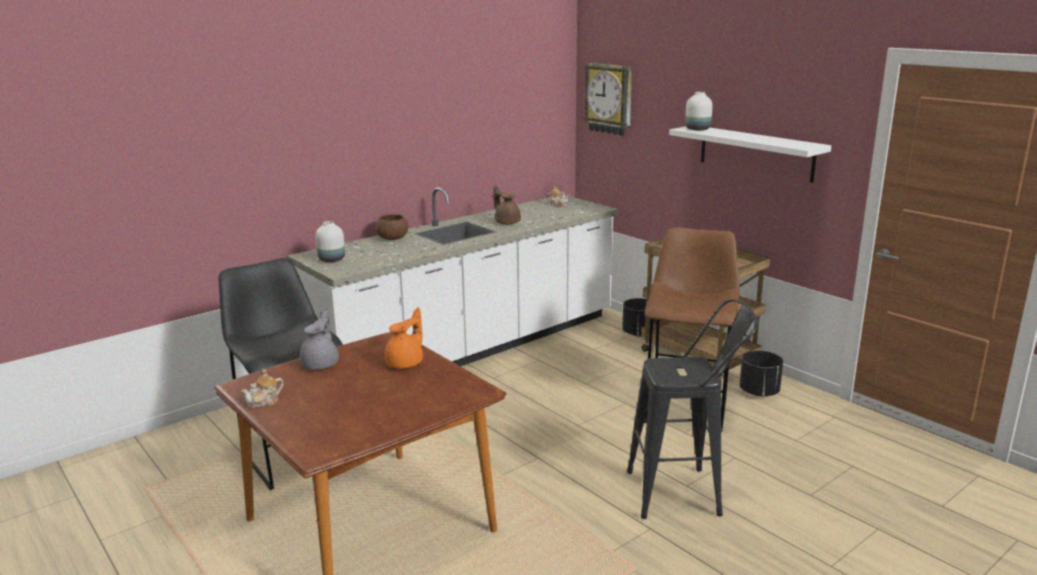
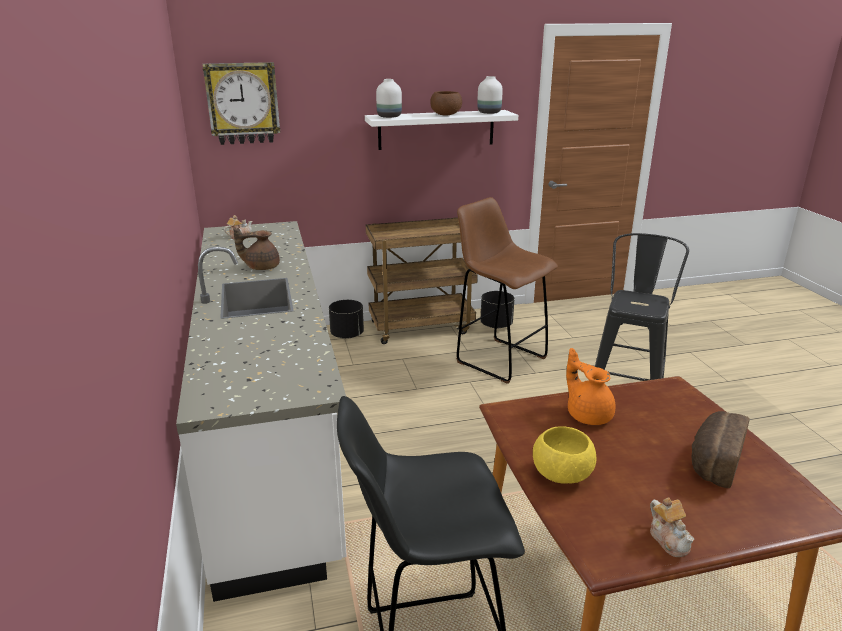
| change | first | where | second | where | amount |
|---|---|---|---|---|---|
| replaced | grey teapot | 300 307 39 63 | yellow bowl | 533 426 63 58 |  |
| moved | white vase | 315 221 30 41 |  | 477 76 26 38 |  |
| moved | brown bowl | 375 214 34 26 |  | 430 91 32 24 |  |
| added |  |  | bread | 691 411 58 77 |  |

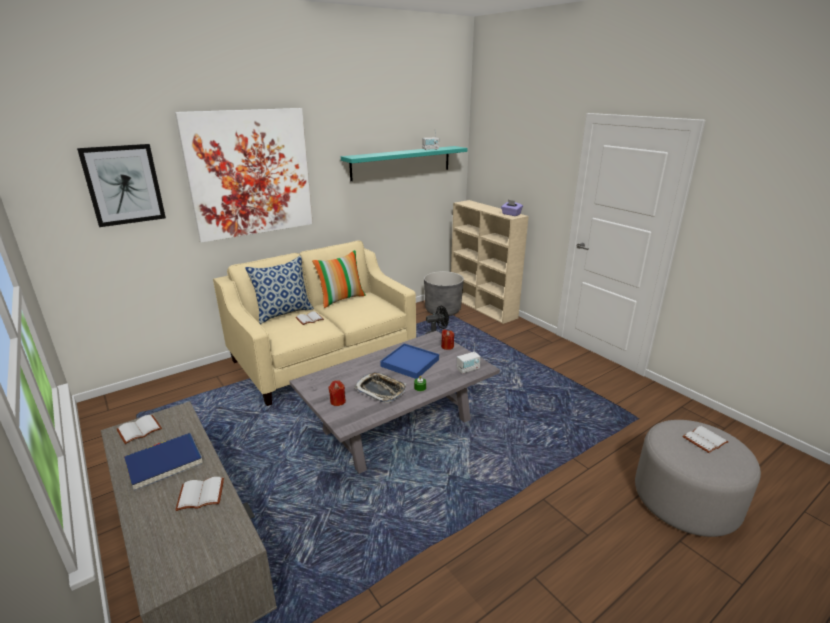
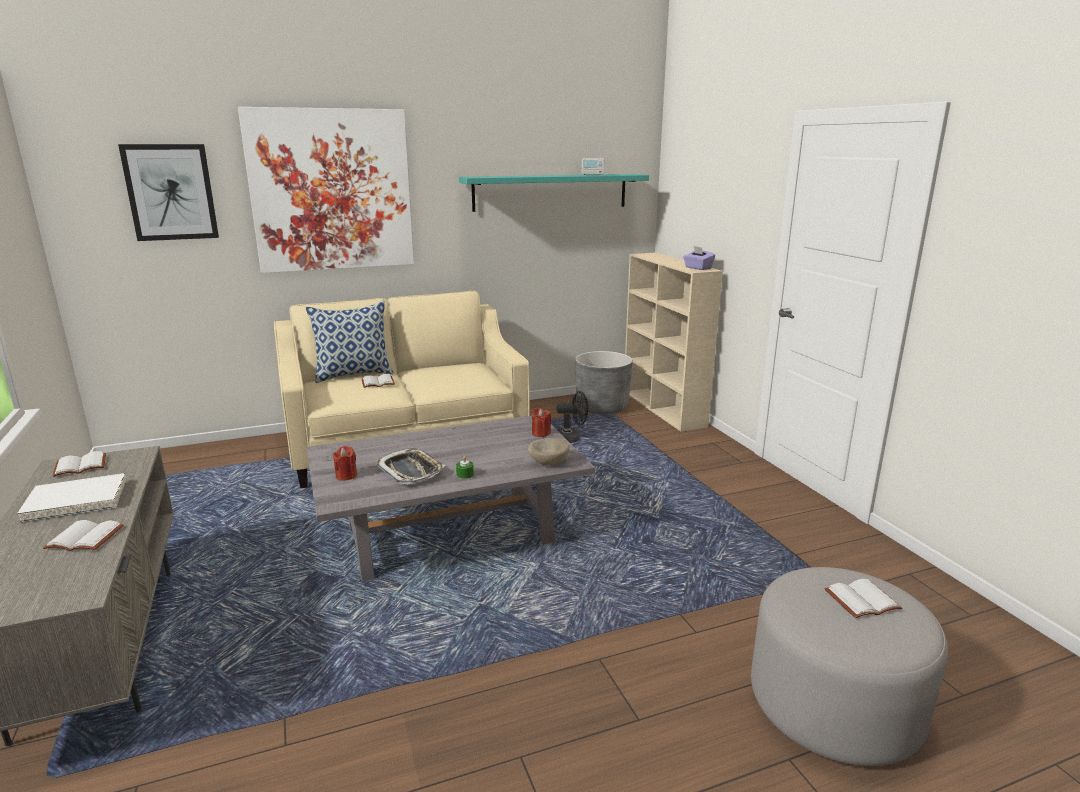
| change | first | where | second | where | amount |
|---|---|---|---|---|---|
| recoloured | blue book | 124 433 79 58 | white book | 17 473 109 50 |  |
| removed | pillow | 312 250 54 58 |  |  |  |
| removed | blue tray | 380 343 59 36 |  |  |  |
| replaced | radio | 456 344 25 30 | beige bowl | 528 438 41 27 |  |

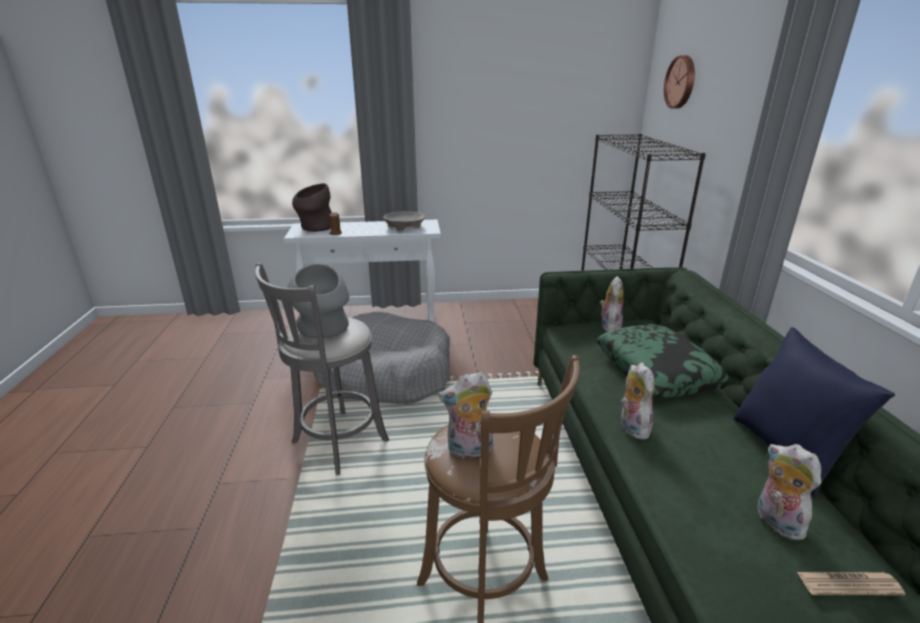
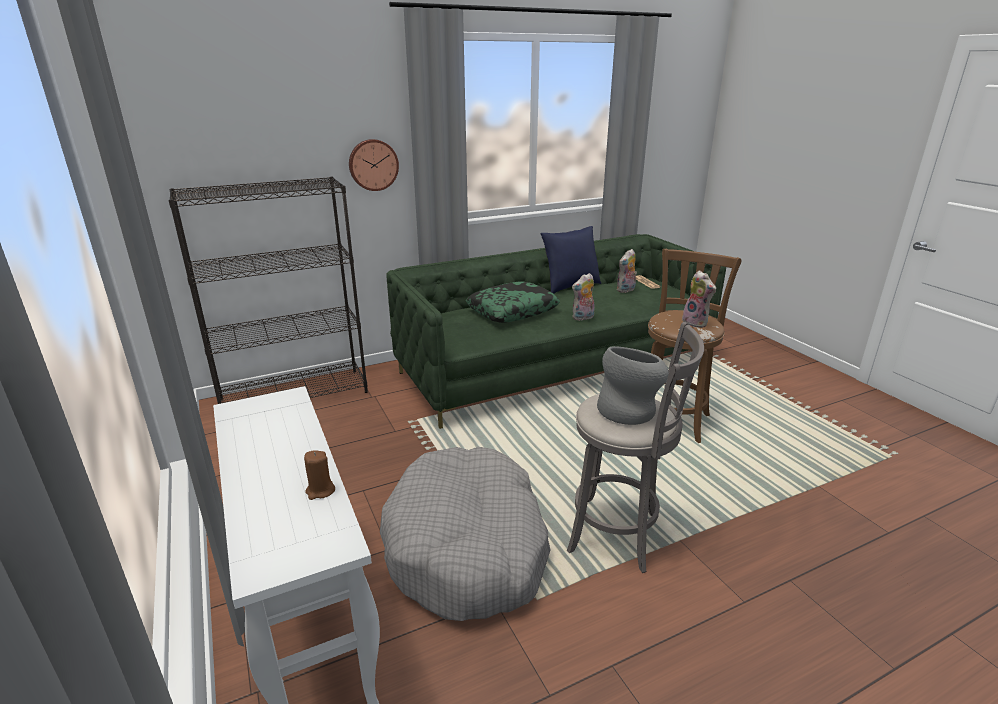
| change | first | where | second | where | amount |
|---|---|---|---|---|---|
| removed | brown vase | 292 183 40 49 |  |  |  |
| removed | beige bowl | 383 211 42 20 |  |  |  |
| removed | plush toy | 600 276 24 56 |  |  |  |
| moved | wall clock | 664 55 31 54 |  | 349 139 50 52 |  |

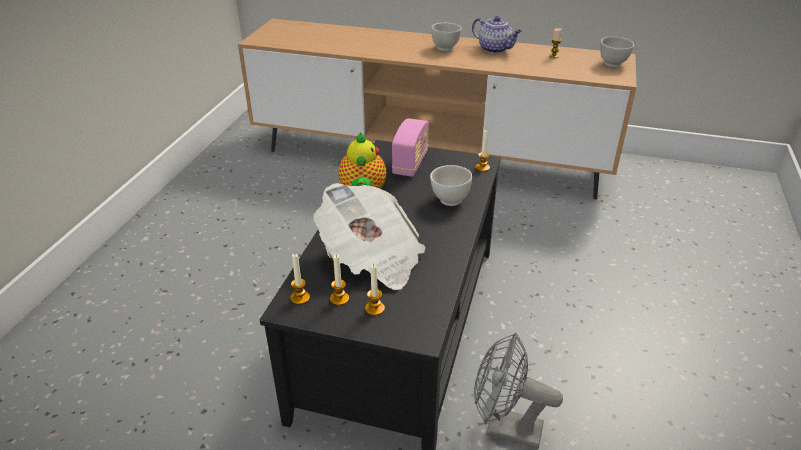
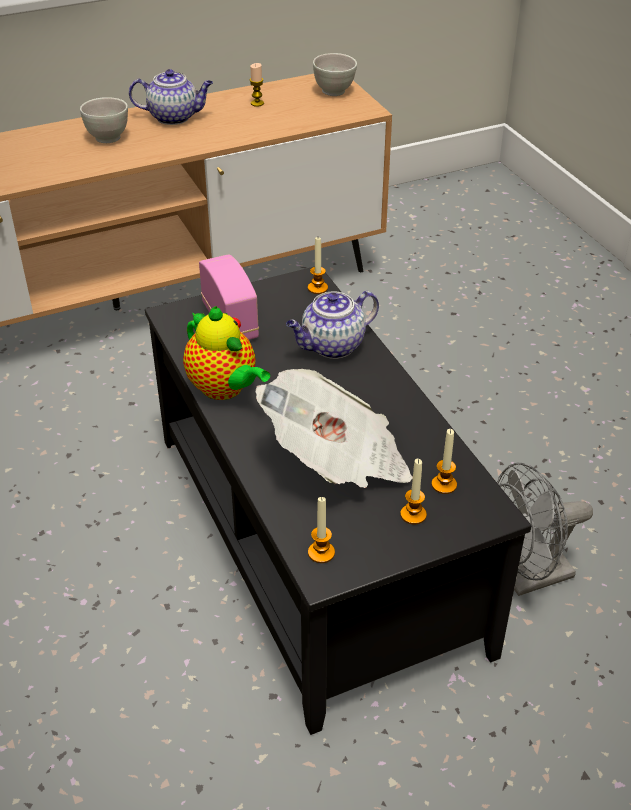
| change | first | where | second | where | amount |
|---|---|---|---|---|---|
| moved | candle | 330 254 19 52 |  | 432 429 25 65 |  |
| replaced | white bowl | 430 165 42 41 | teapot | 286 291 93 68 |  |

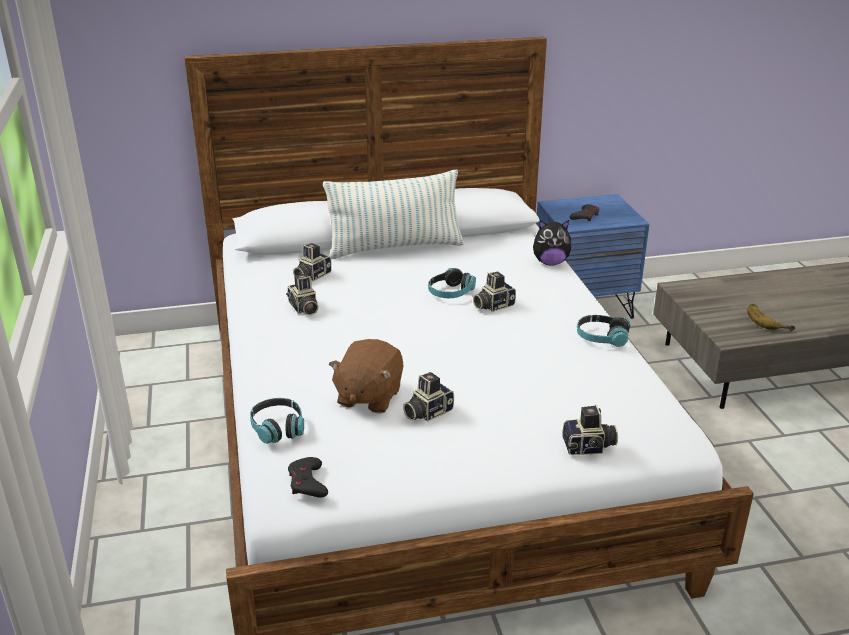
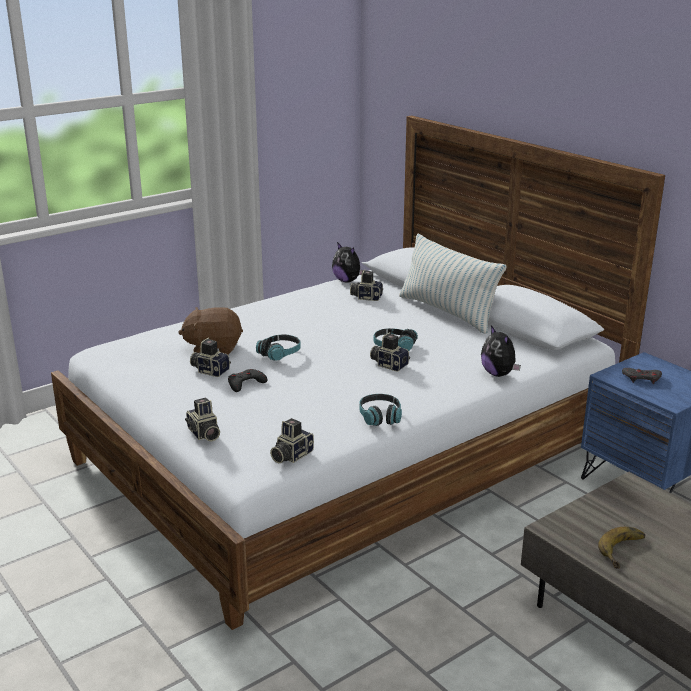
| change | first | where | second | where | amount |
|---|---|---|---|---|---|
| moved | headphones | 250 398 54 46 |  | 256 334 45 26 |  |
| moved | photo camera | 286 273 33 43 |  | 270 418 44 45 |  |
| moved | black game controller | 288 457 40 41 |  | 228 369 40 23 |  |
| added |  |  | plush toy | 332 242 32 41 |  |

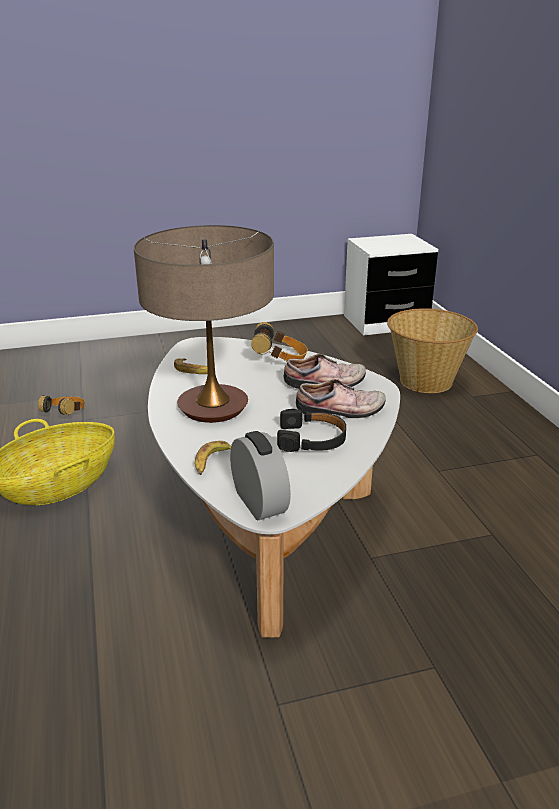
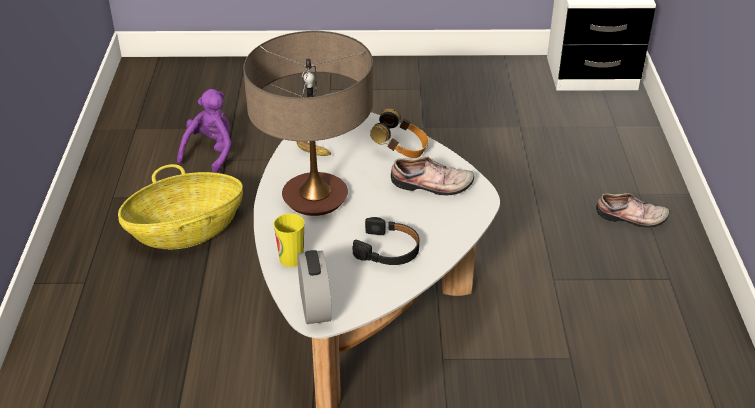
| change | first | where | second | where | amount |
|---|---|---|---|---|---|
| replaced | headphones | 38 396 47 19 | purple plush toy | 177 89 55 84 |  |
| replaced | banana | 195 441 36 34 | cup | 274 213 30 54 |  |
| moved | shoe | 296 379 90 39 |  | 596 193 73 35 |  |
| removed | basket | 387 308 91 85 |  |  |  |

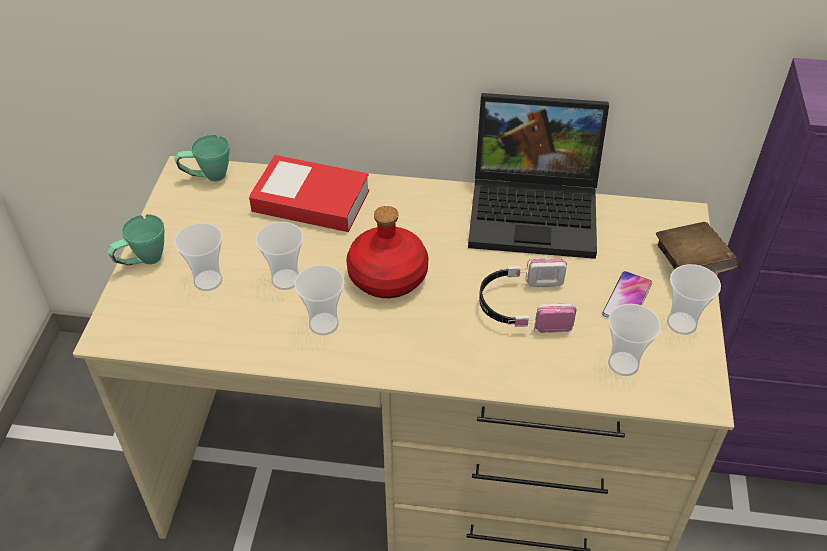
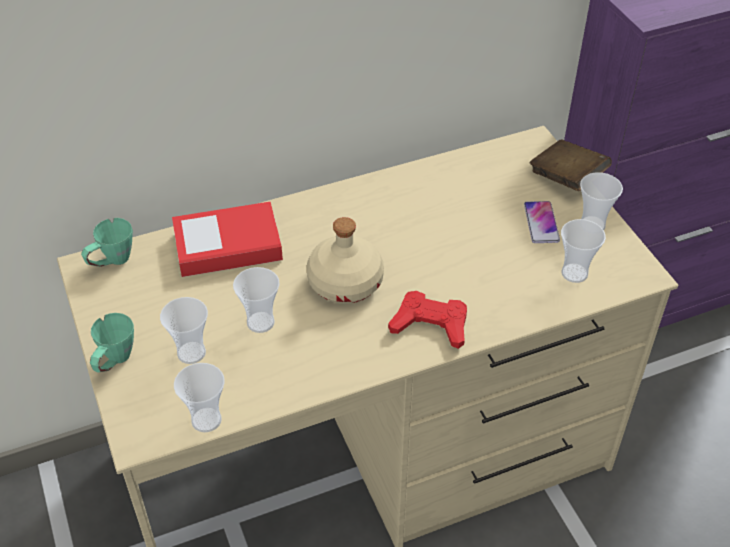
| change | first | where | second | where | amount |
|---|---|---|---|---|---|
| moved | cup | 294 265 51 70 |  | 174 363 51 69 |  |
| recoloured | red bottle | 346 206 83 92 | beige bottle | 307 217 77 87 |  |
| removed | laptop | 468 93 141 166 |  |  |  |
| removed | headphones | 479 258 98 75 |  |  |  |
| added |  |  | red game controller | 388 291 79 58 |  |

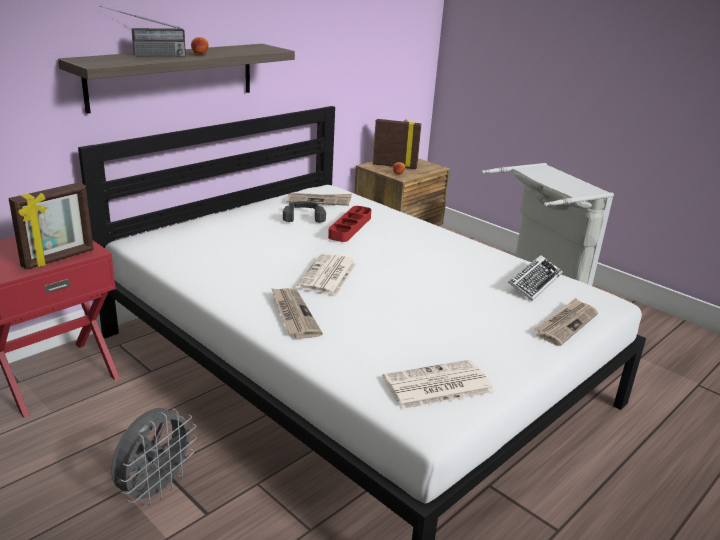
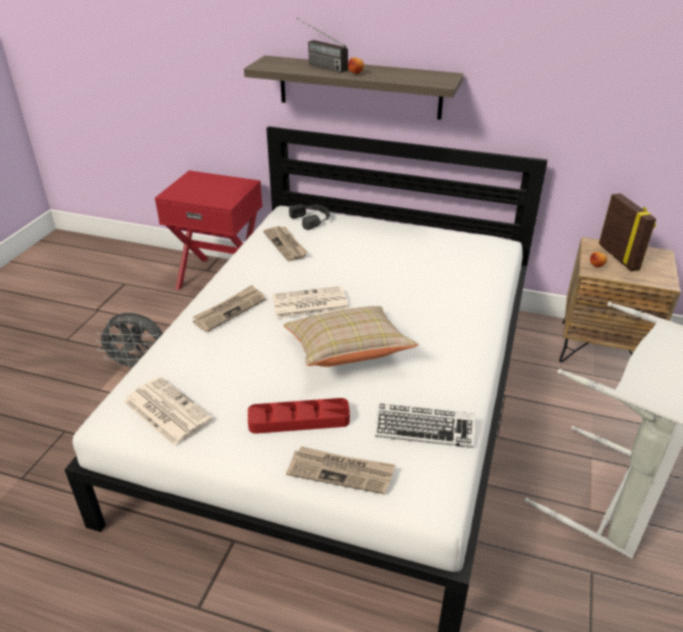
| change | first | where | second | where | amount |
|---|---|---|---|---|---|
| removed | picture frame | 8 182 86 88 |  |  |  |
| moved | black headphones | 283 201 43 22 |  | 289 204 41 26 |  |
| moved | newspaper | 286 193 66 13 |  | 263 226 45 35 |  |
| moved | red tray | 328 206 43 36 |  | 248 398 102 36 |  |
| added |  |  | beige pillow | 283 306 136 61 |  |

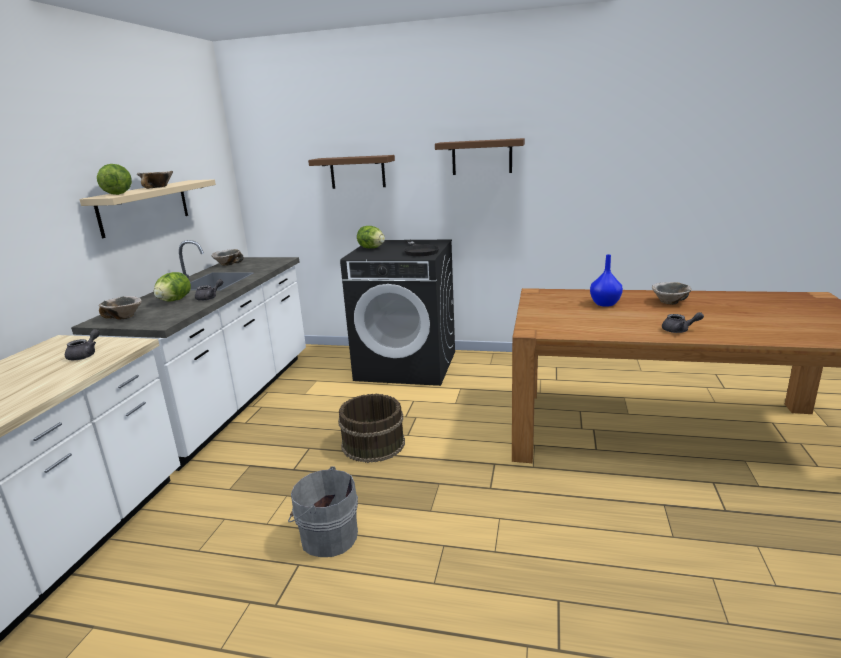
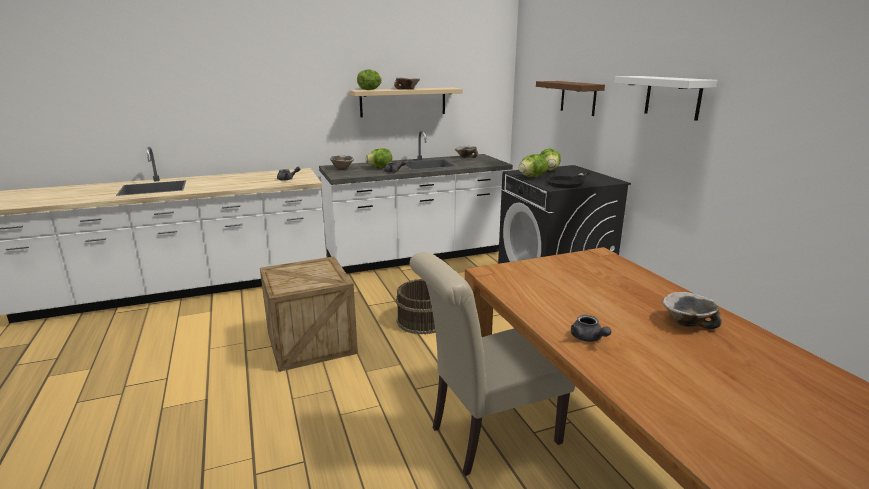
| change | first | where | second | where | amount |
|---|---|---|---|---|---|
| replaced | grey bucket | 288 466 70 91 | crate | 260 256 98 116 |  |
| recoloured | brown shelf | 435 138 90 37 | white shelf | 615 76 102 45 |  |
| removed | blue vase | 590 254 33 53 |  |  |  |
| added |  |  | beige chair | 410 252 165 224 |  |
| added |  |  | lettuce | 519 154 29 23 |  |

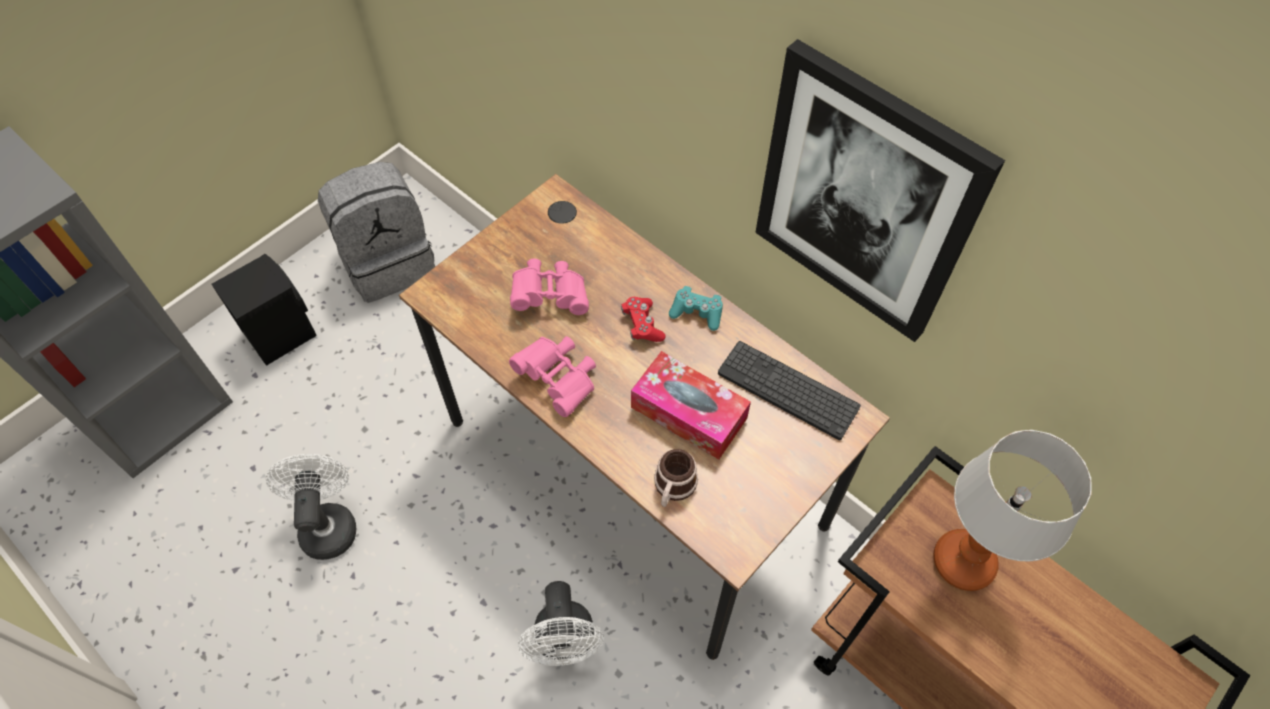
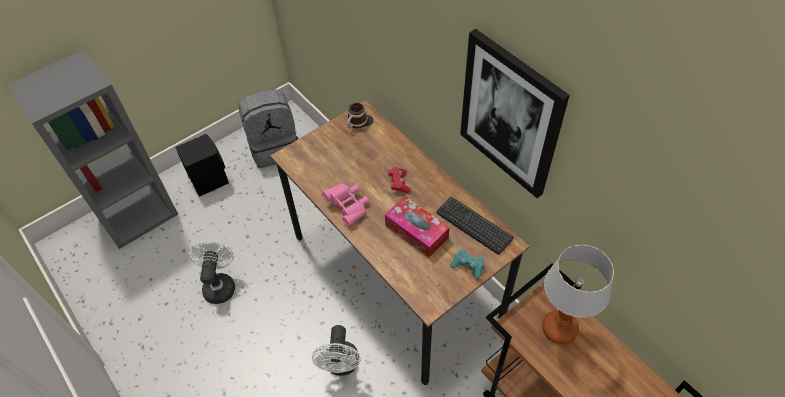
| change | first | where | second | where | amount |
|---|---|---|---|---|---|
| removed | pink binoculars | 510 259 79 56 |  |  |  |
| moved | mug | 654 449 44 58 |  | 347 103 21 26 |  |
| moved | turquoise game controller | 669 286 54 45 |  | 451 249 33 30 |  |

